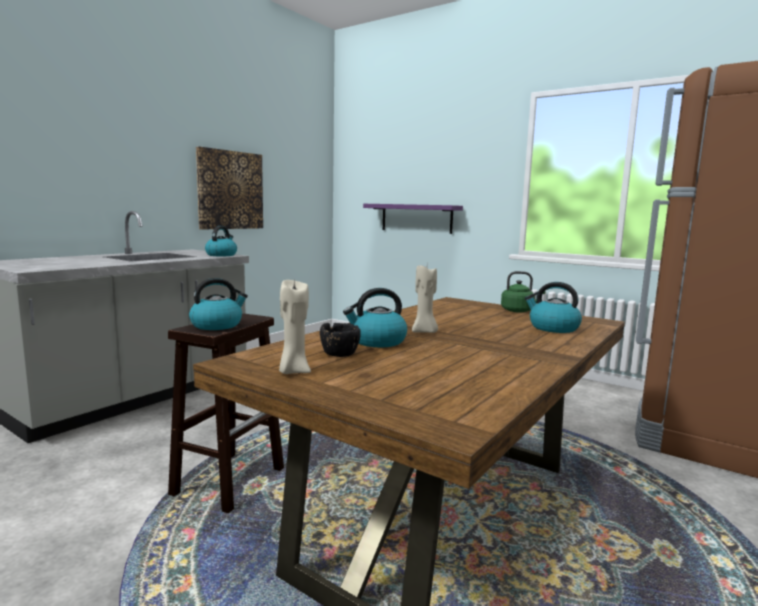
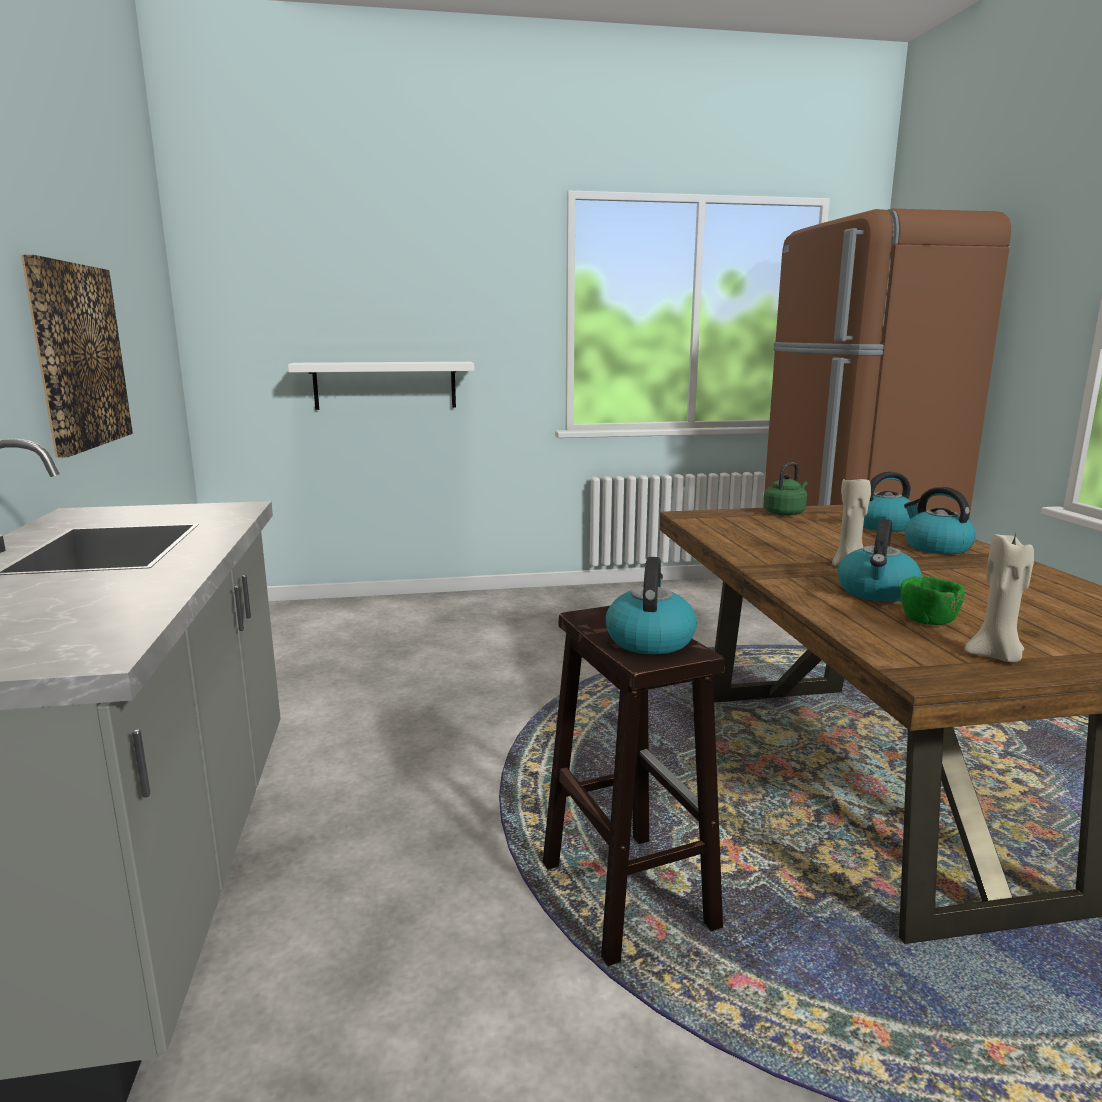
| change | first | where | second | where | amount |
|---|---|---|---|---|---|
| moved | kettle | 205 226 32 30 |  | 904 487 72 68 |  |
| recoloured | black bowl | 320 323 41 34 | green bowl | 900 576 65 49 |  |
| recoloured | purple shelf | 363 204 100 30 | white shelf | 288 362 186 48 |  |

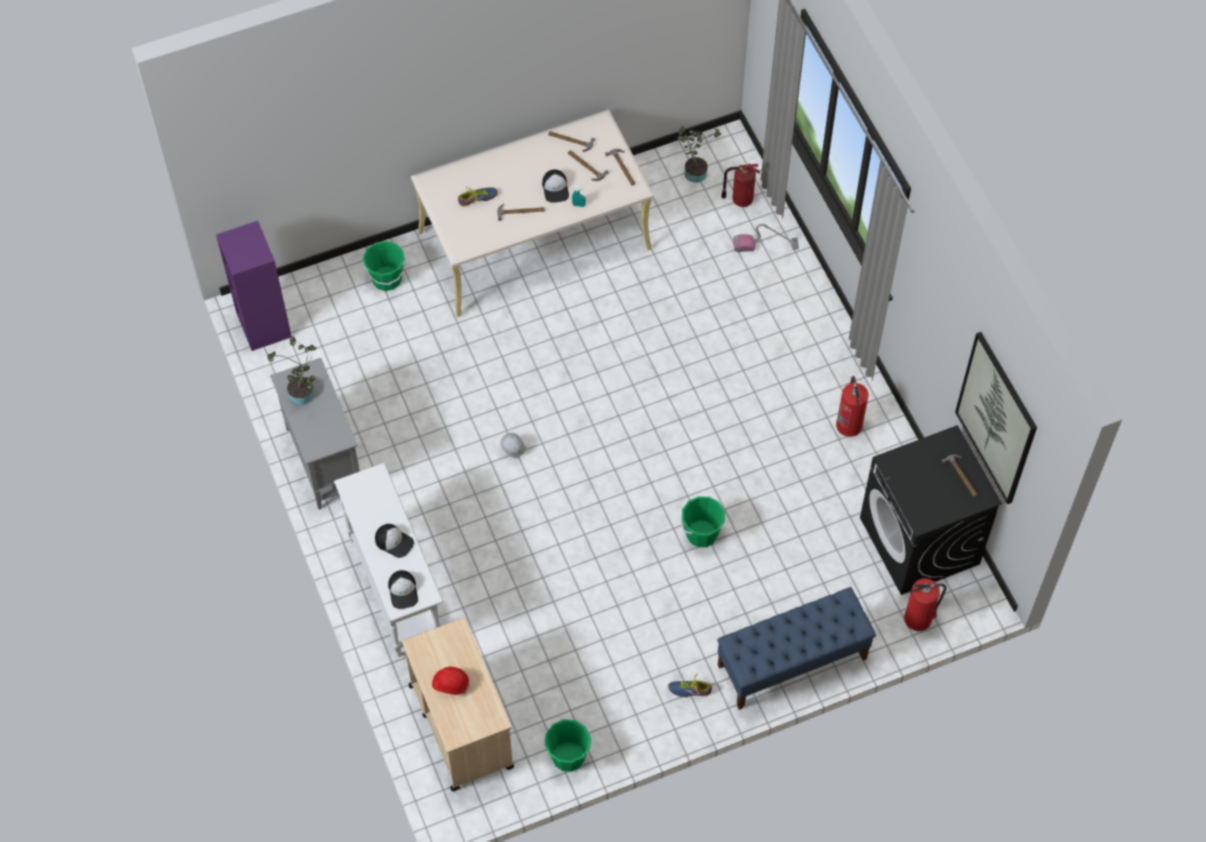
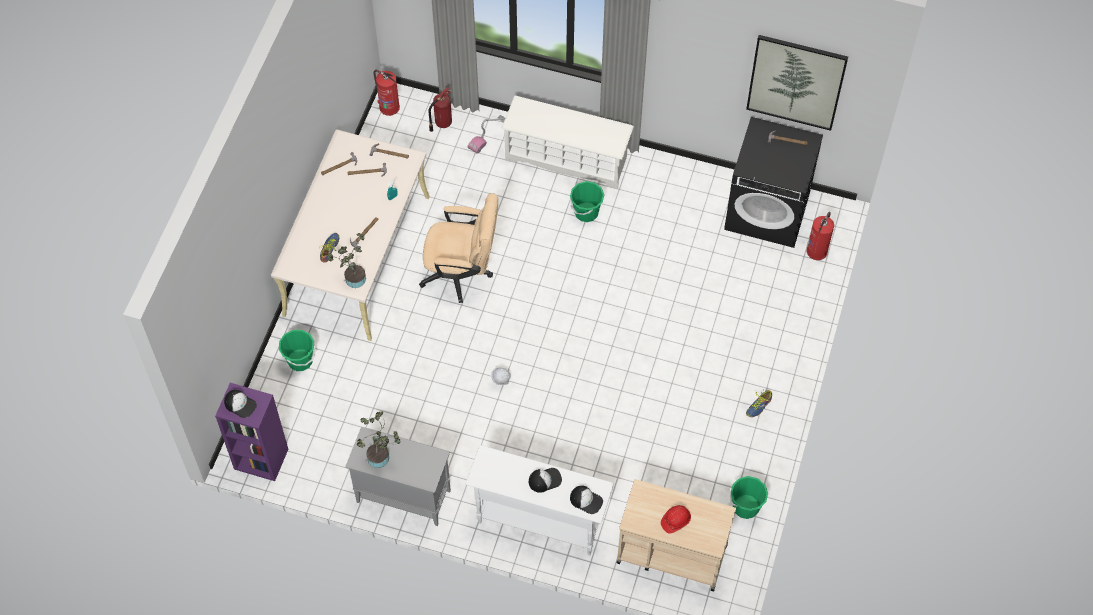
| change | first | where | second | where | amount |
|---|---|---|---|---|---|
| moved | cap | 542 169 27 34 |  | 224 390 33 28 |  |
| moved | potted plant | 678 126 43 57 |  | 327 233 39 55 |  |
| moved | green bucket | 681 496 44 51 |  | 570 181 34 41 |  |
| removed | blue bench | 717 587 159 123 |  |  |  |
| moved | fire extinguisher | 836 376 32 61 |  | 374 70 26 46 |  |
| added |  |  | beige office chair | 419 193 79 110 |  |
| added |  |  | white shoe rack | 501 96 133 94 |  |

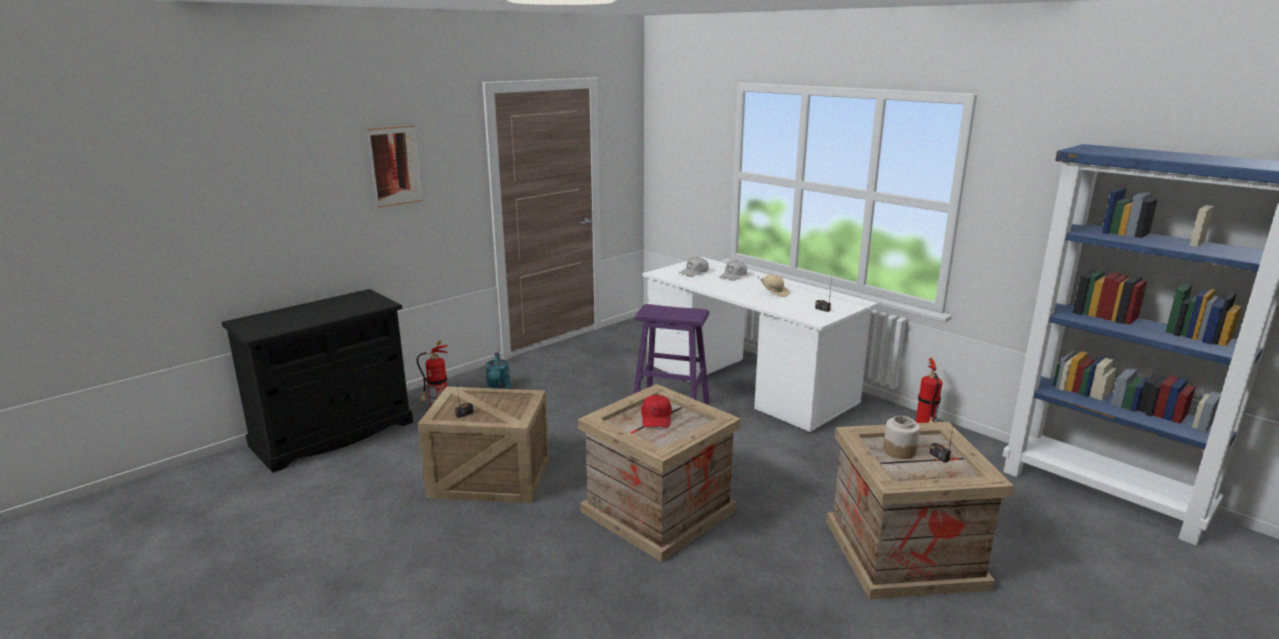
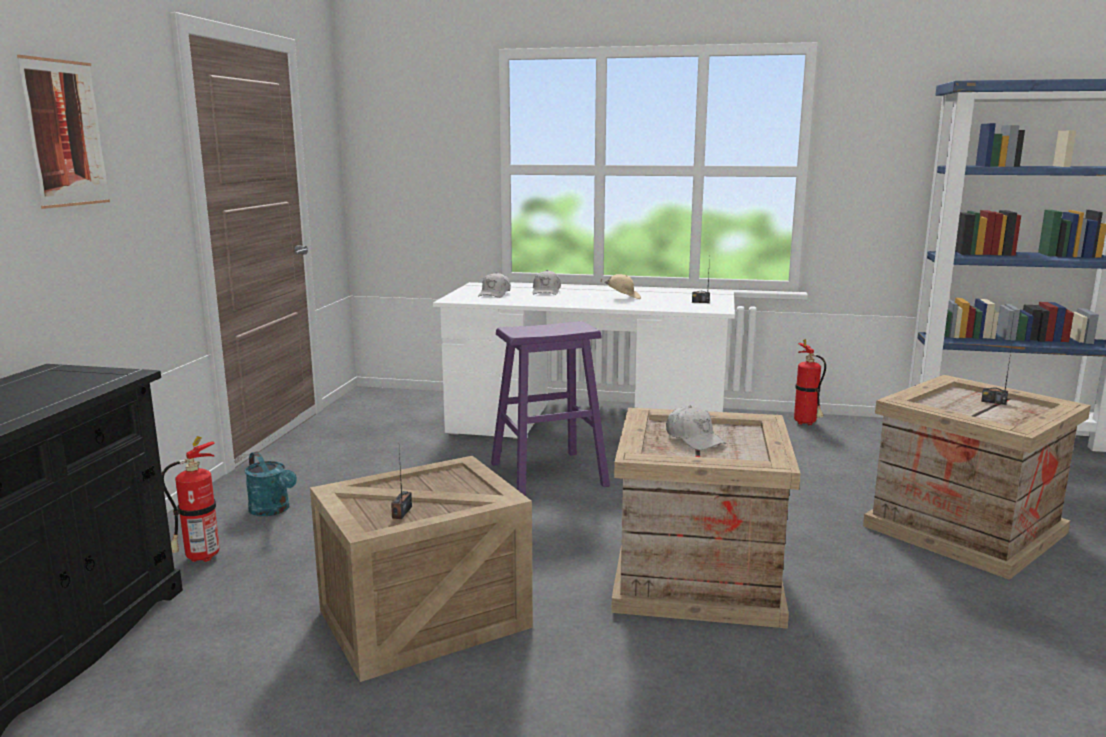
| change | first | where | second | where | amount |
|---|---|---|---|---|---|
| recoloured | red cap | 641 395 31 33 | white cap | 666 406 60 44 |  |
| removed | jar | 883 416 37 43 |  |  |  |

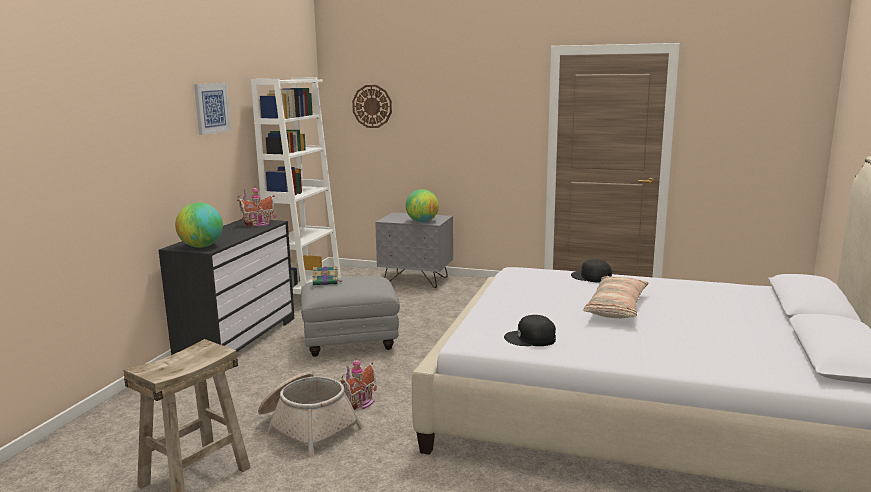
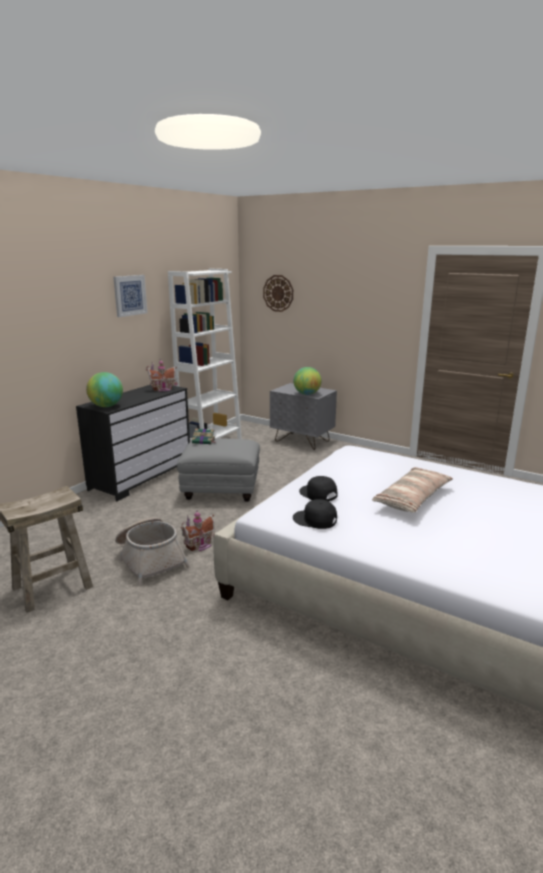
| change | first | where | second | where | amount |
|---|---|---|---|---|---|
| moved | black cap | 571 259 41 24 |  | 299 476 39 25 |  |

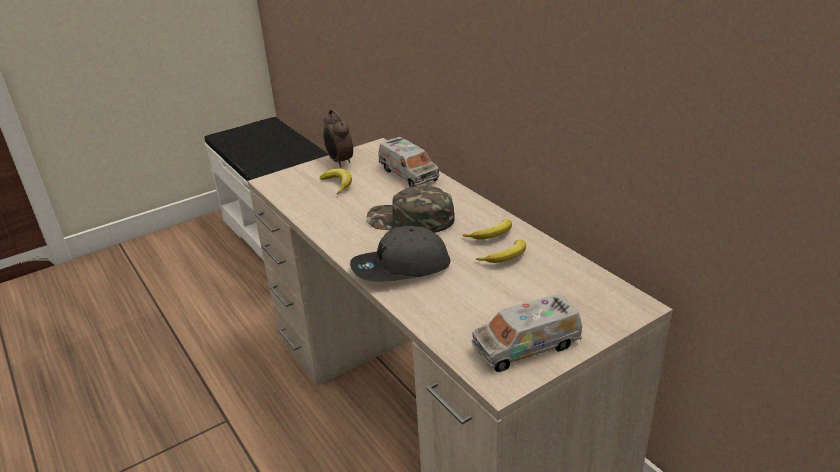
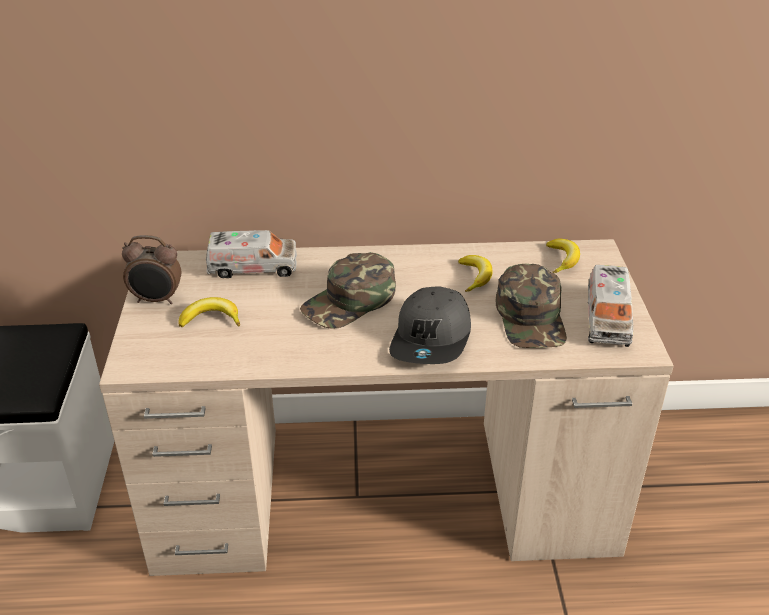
| change | first | where | second | where | amount |
|---|---|---|---|---|---|
| moved | banana | 462 219 50 20 |  | 546 239 34 34 |  |
| added |  |  | green cap | 496 264 71 84 |  |

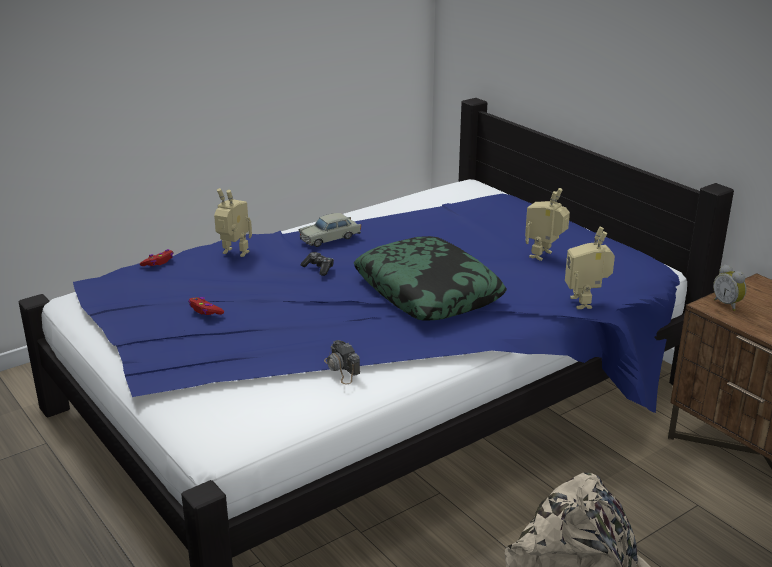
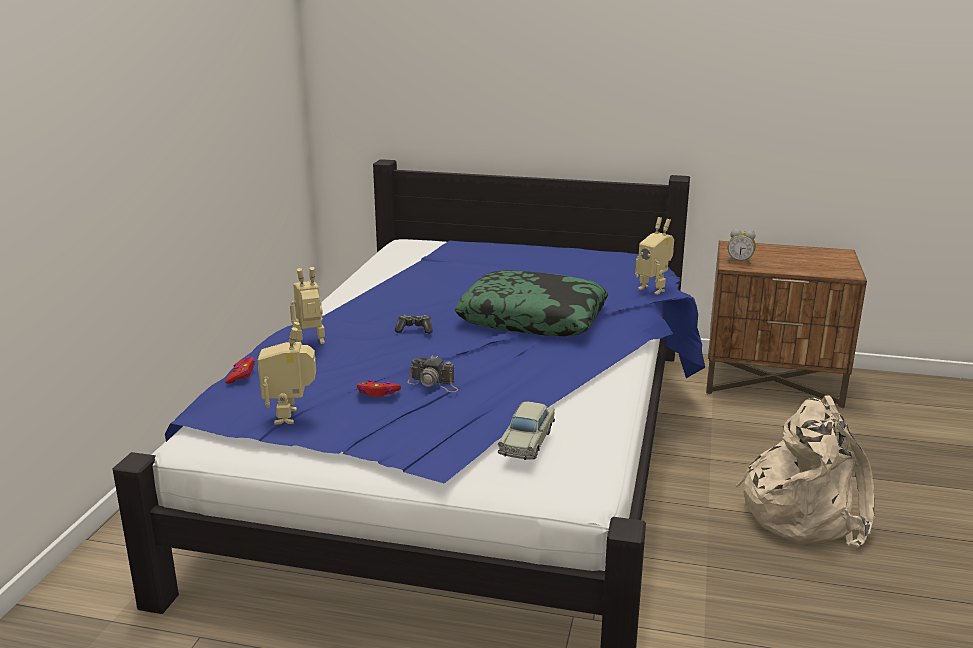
| change | first | where | second | where | amount |
|---|---|---|---|---|---|
| moved | beige toy car | 299 213 62 34 |  | 498 402 57 58 |  |
| moved | photo camera | 324 340 36 44 |  | 407 355 51 37 |  |
| moved | toy robot | 525 188 45 73 |  | 258 322 58 102 |  |

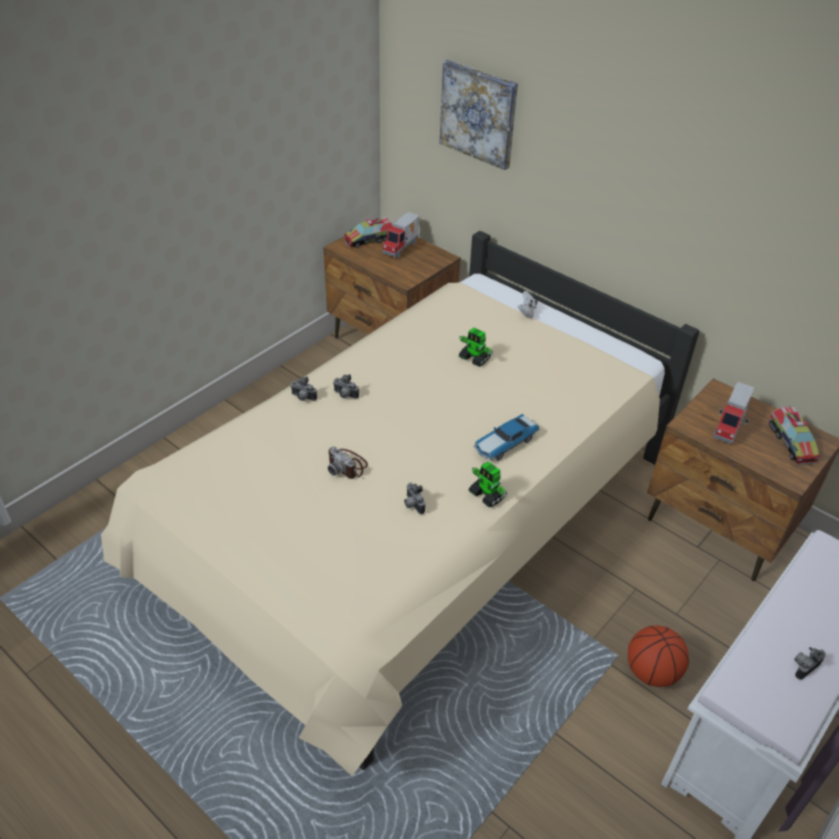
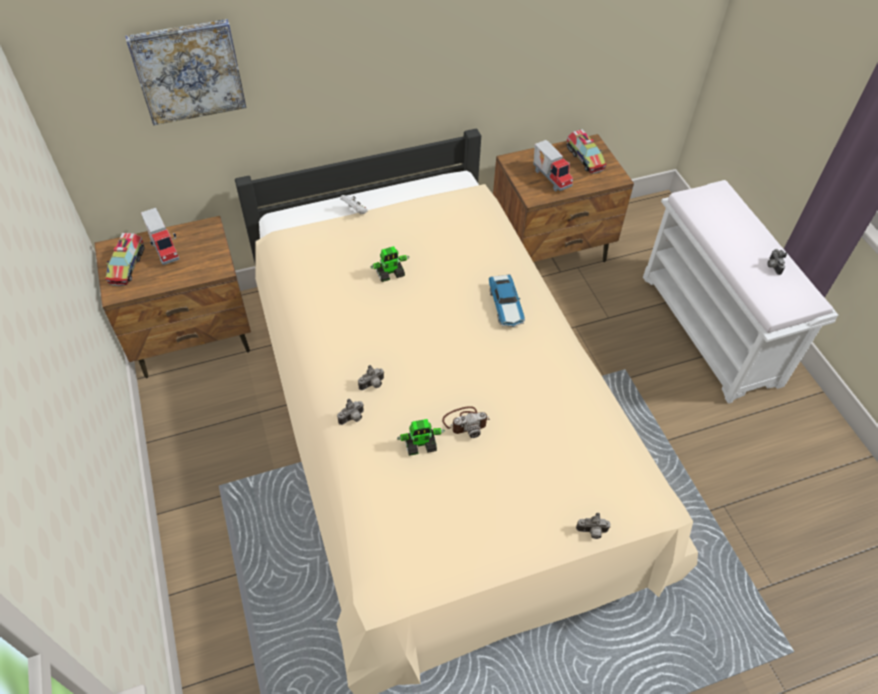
| change | first | where | second | where | amount |
|---|---|---|---|---|---|
| moved | photo camera | 404 482 21 32 |  | 576 513 34 26 |  |
| moved | toy robot | 469 461 38 47 |  | 397 419 48 37 |  |
| removed | basketball | 628 626 61 61 |  |  |  |
| turned | toy truck | 769 406 51 59 |  | 566 129 41 45 | 45 degrees clockwise |

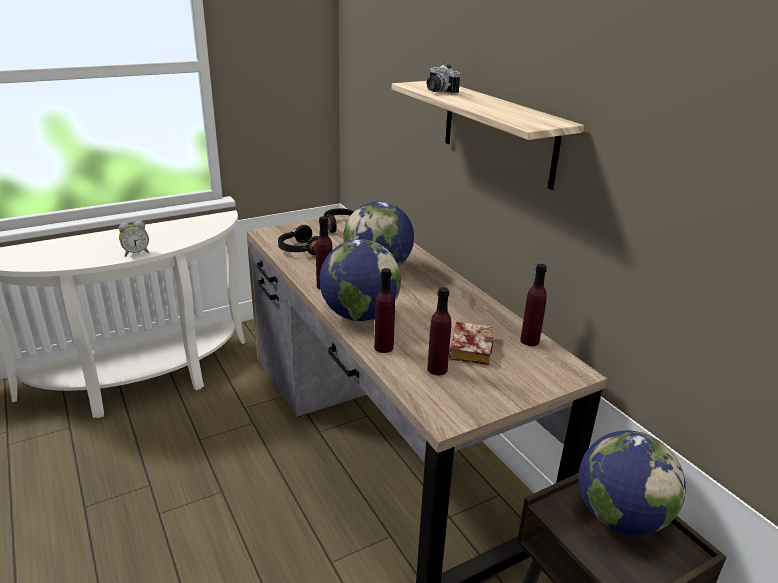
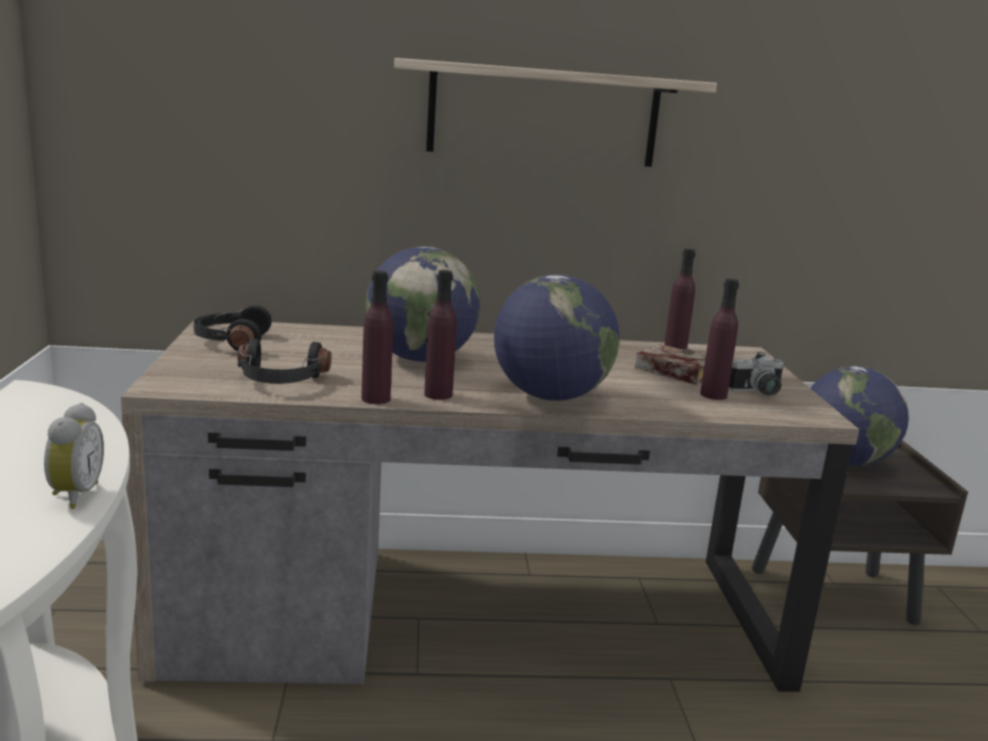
| change | first | where | second | where | amount |
|---|---|---|---|---|---|
| moved | purple bottle | 374 268 21 85 |  | 361 271 32 133 |  |
| moved | photo camera | 427 63 33 32 |  | 728 352 56 44 |  |

